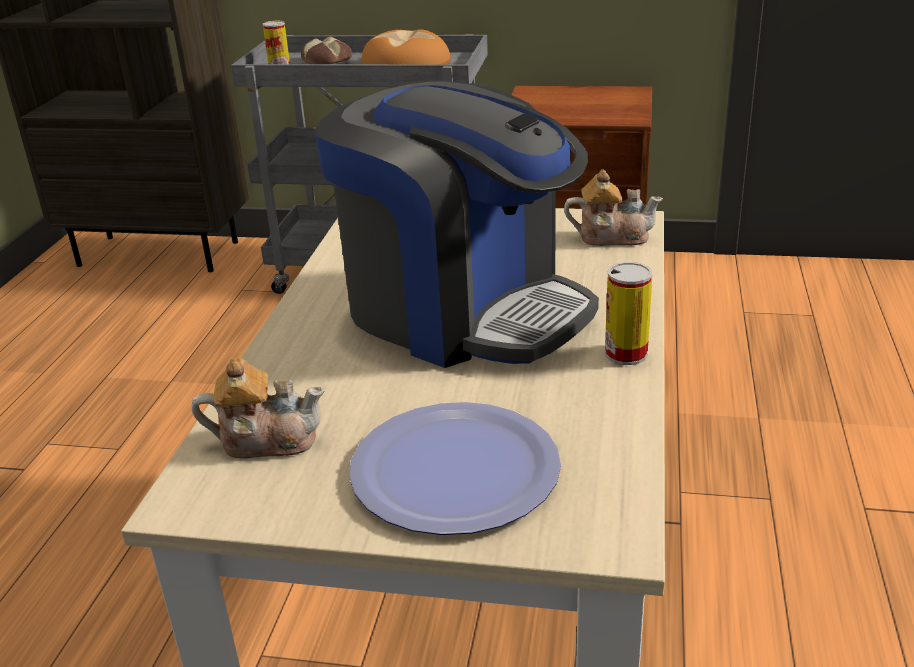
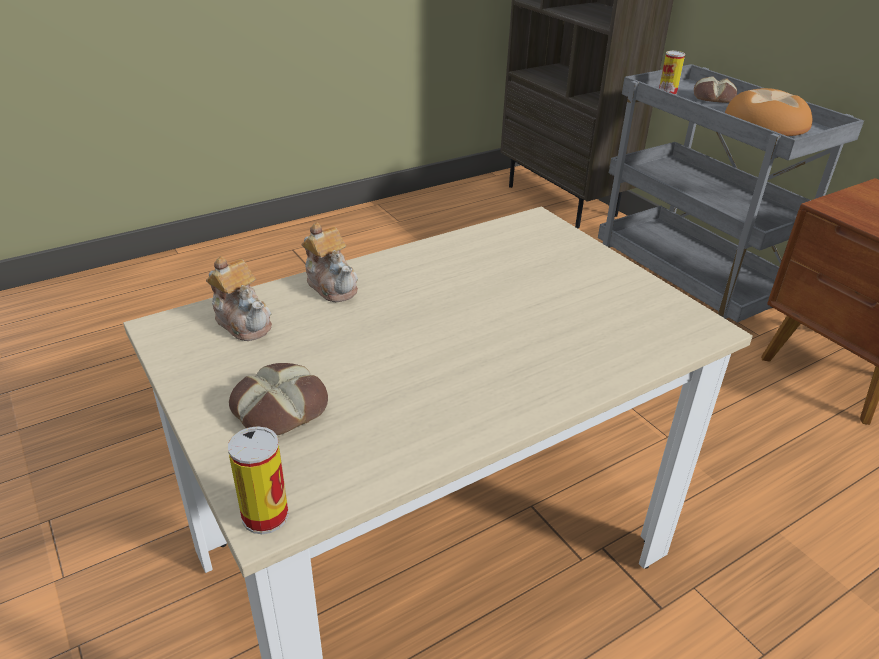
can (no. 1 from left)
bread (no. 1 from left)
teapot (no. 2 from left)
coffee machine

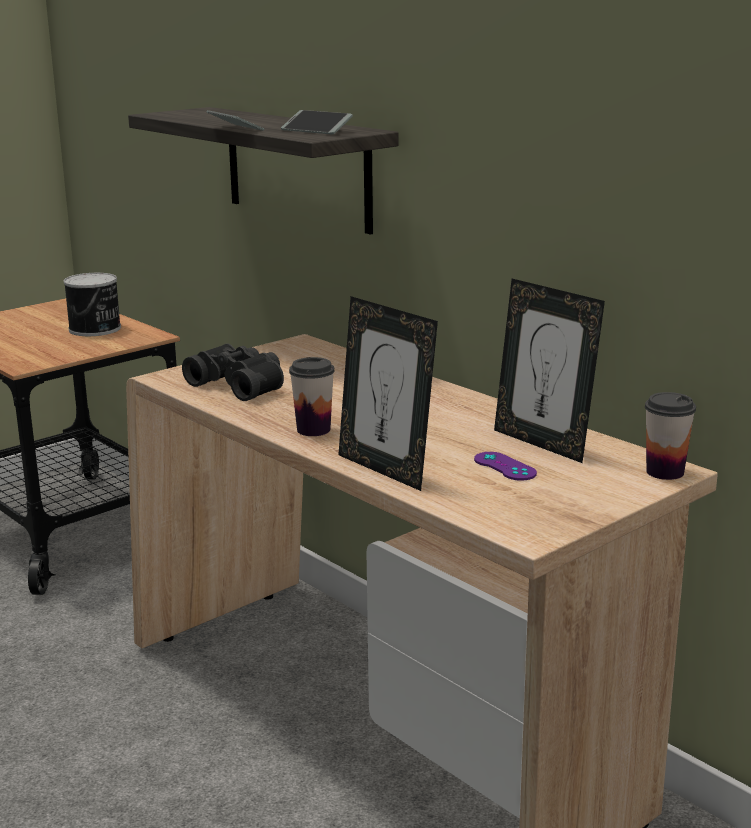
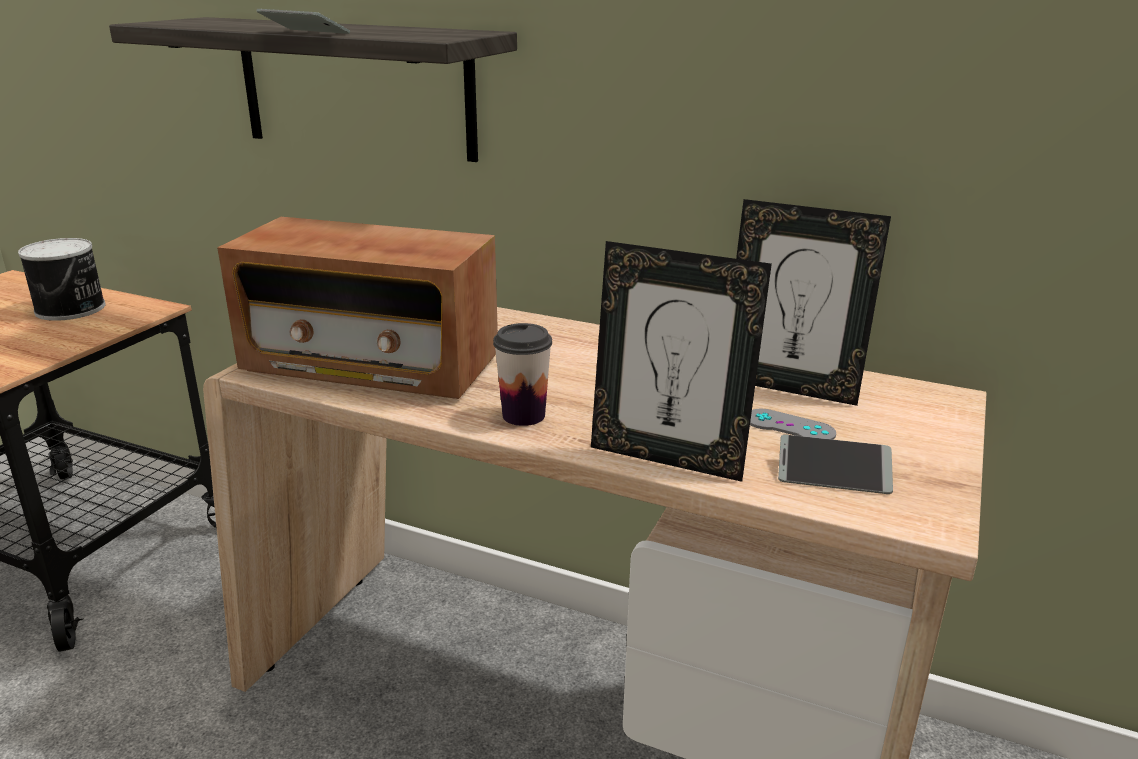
radio
grey game controller
phone (no. 2 from left)
cup (no. 2 from left in the first image)

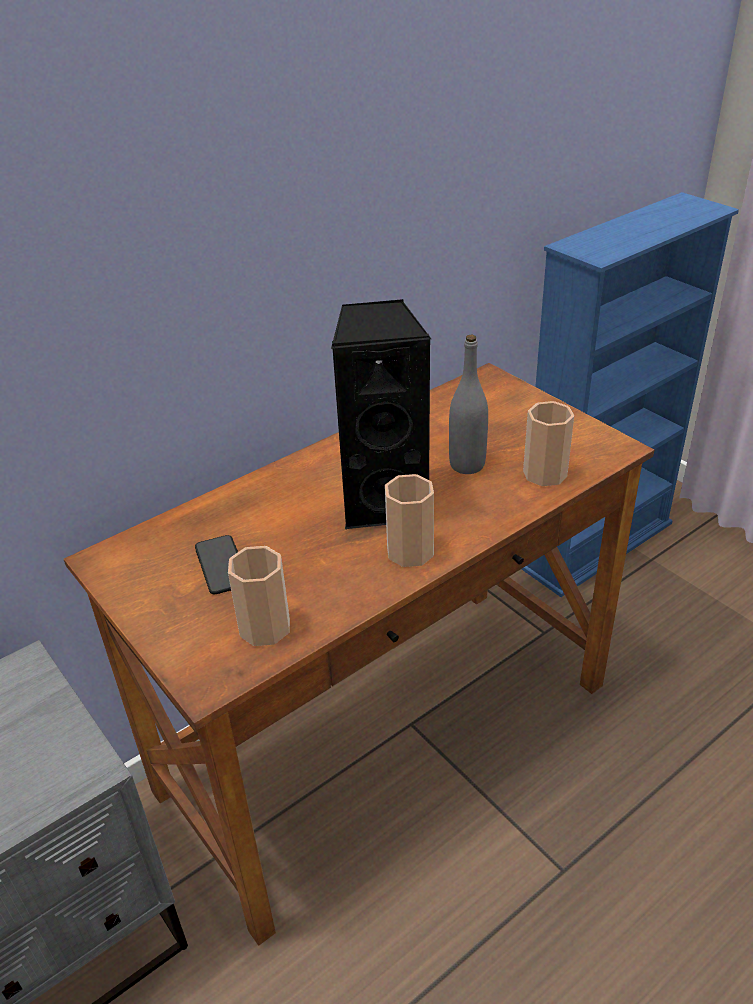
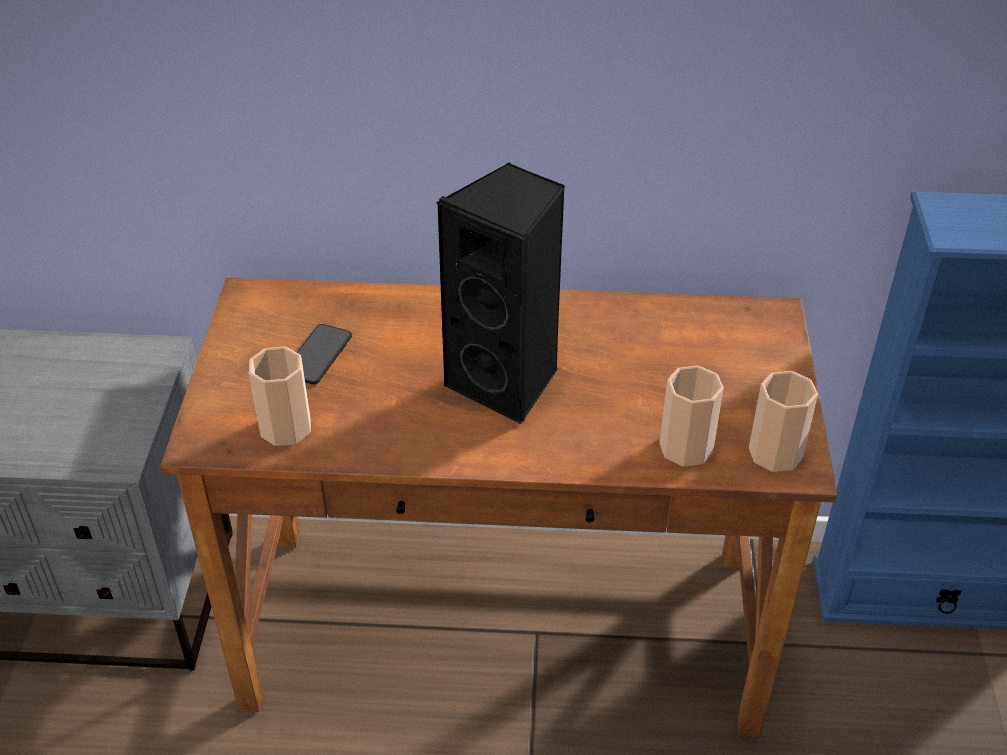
cup (no. 3 from left)
grey bottle

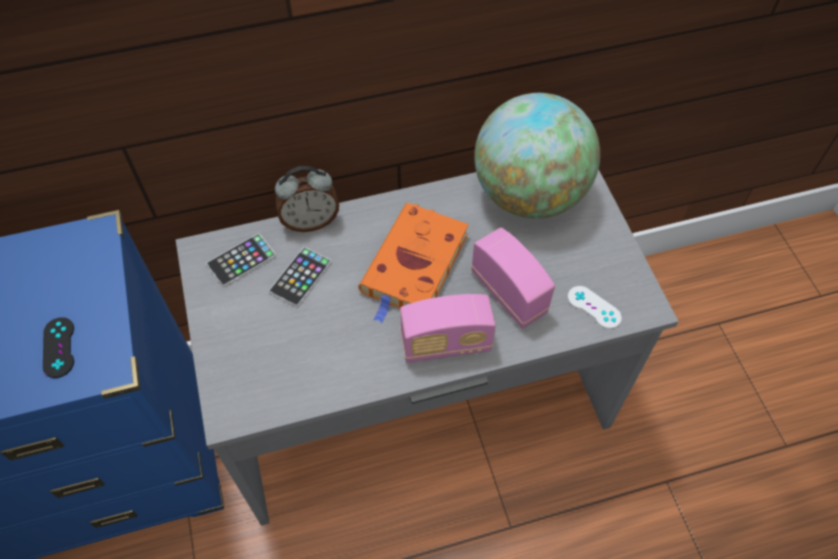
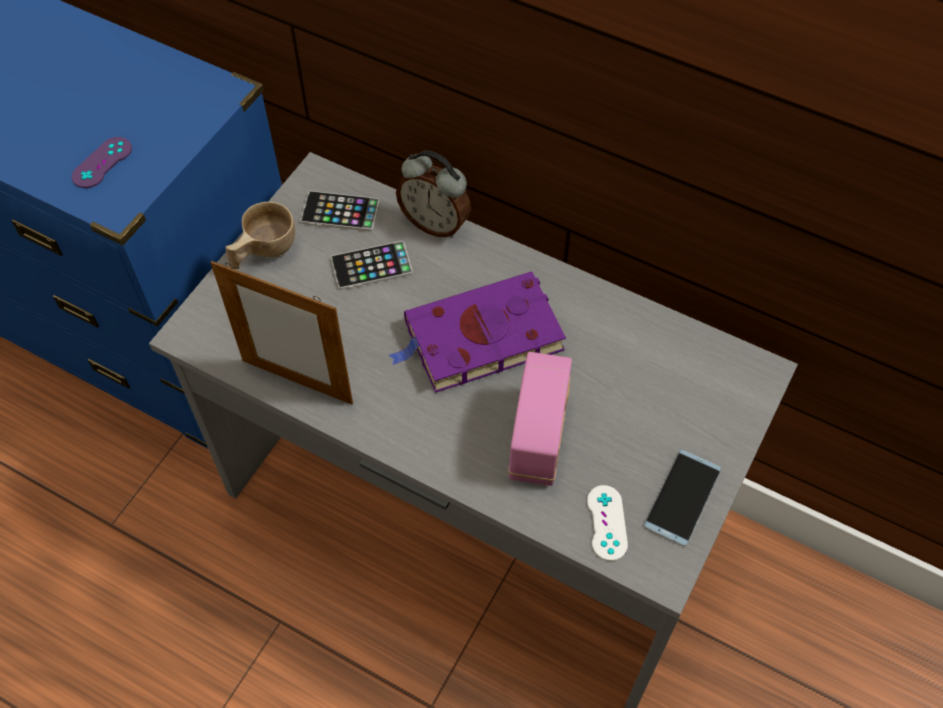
purple game controller
picture frame
beige cup
purple book
phone (no. 3 from left)
radio (no. 1 from left in the first image)
globe

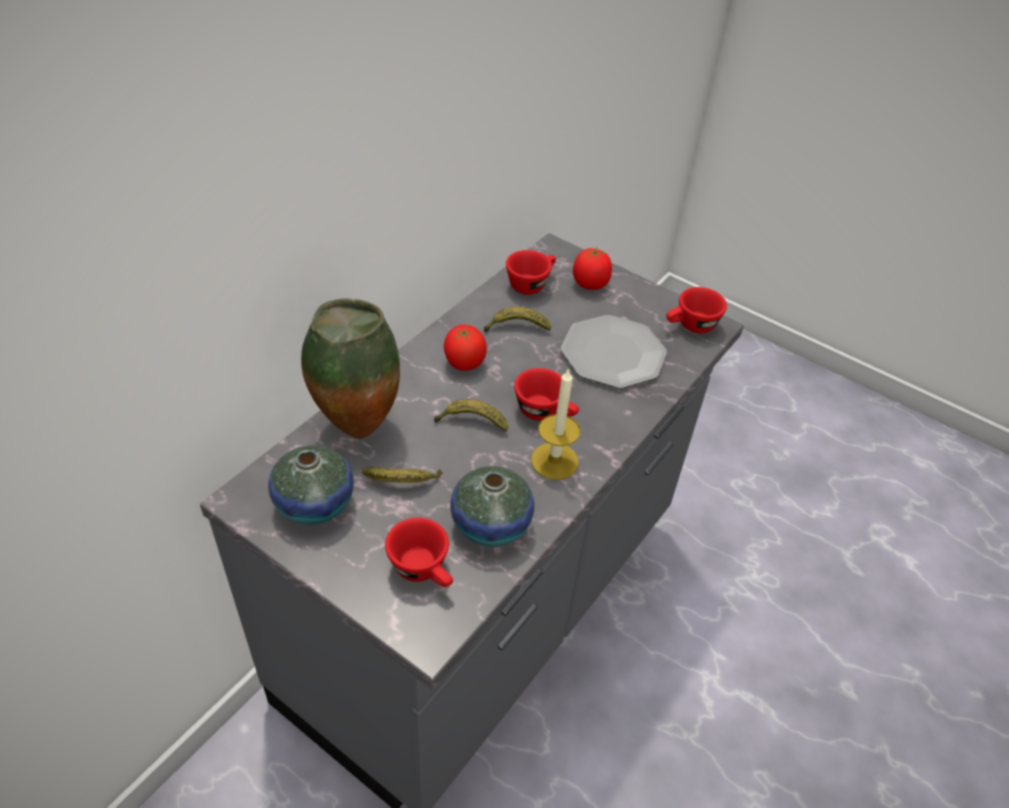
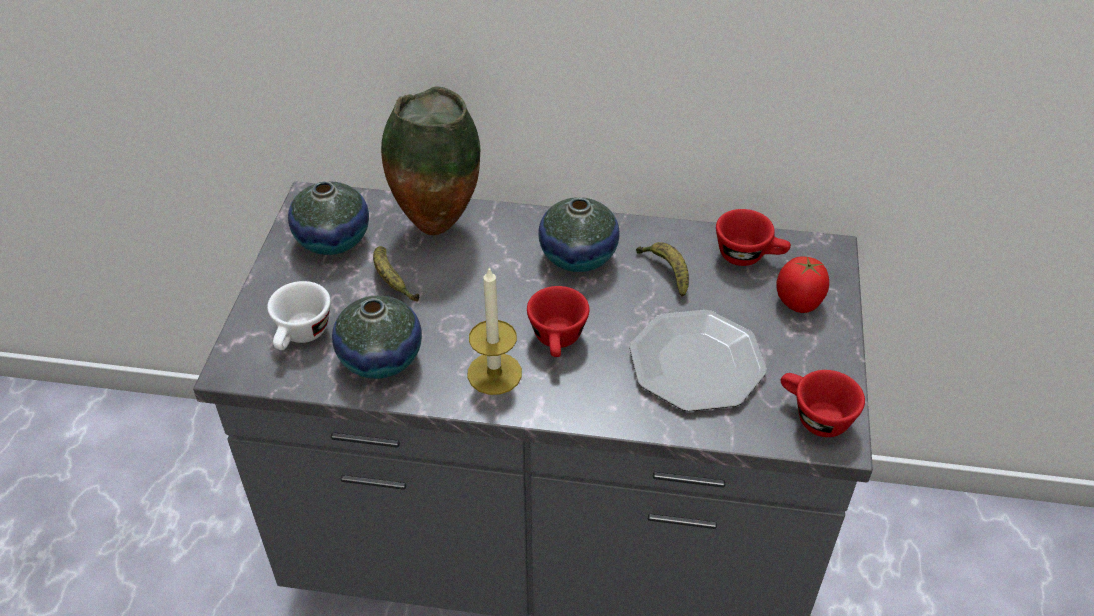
white cup
vase (no. 4 from left)
banana (no. 2 from left in the first image)

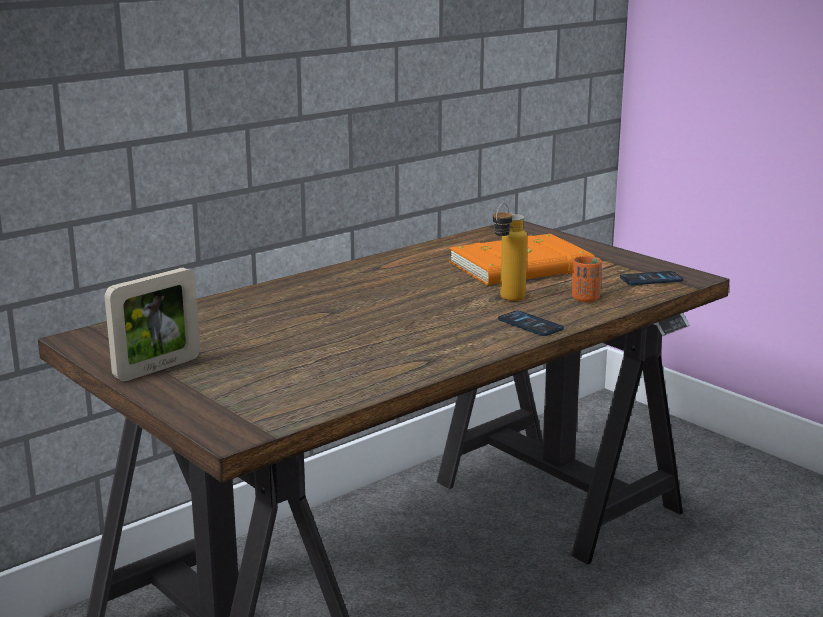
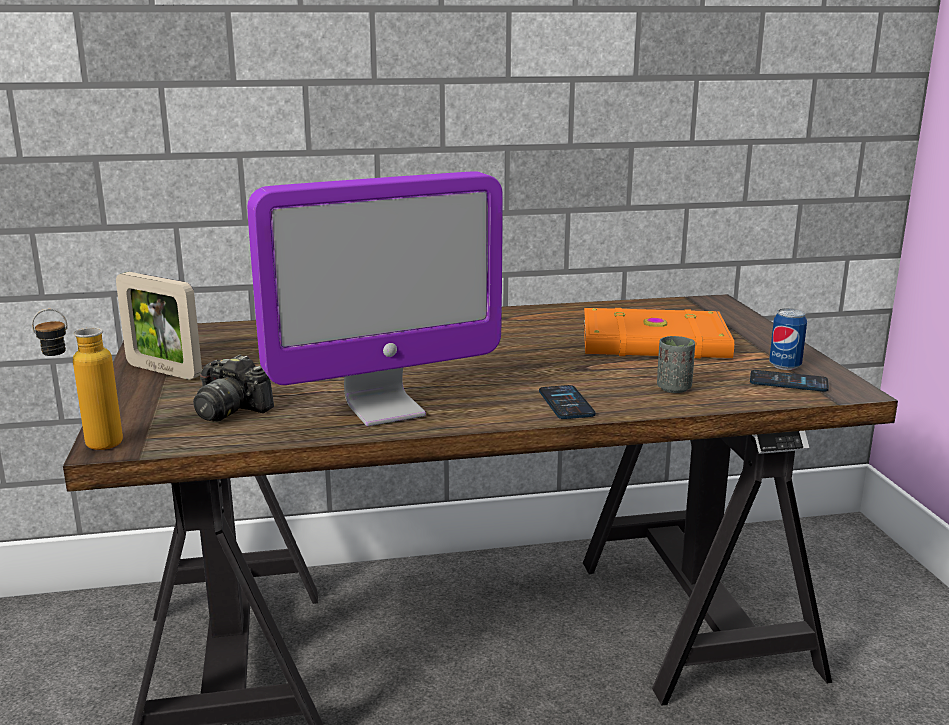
bottle
picture frame
photo camera
monitor
grey cup
can

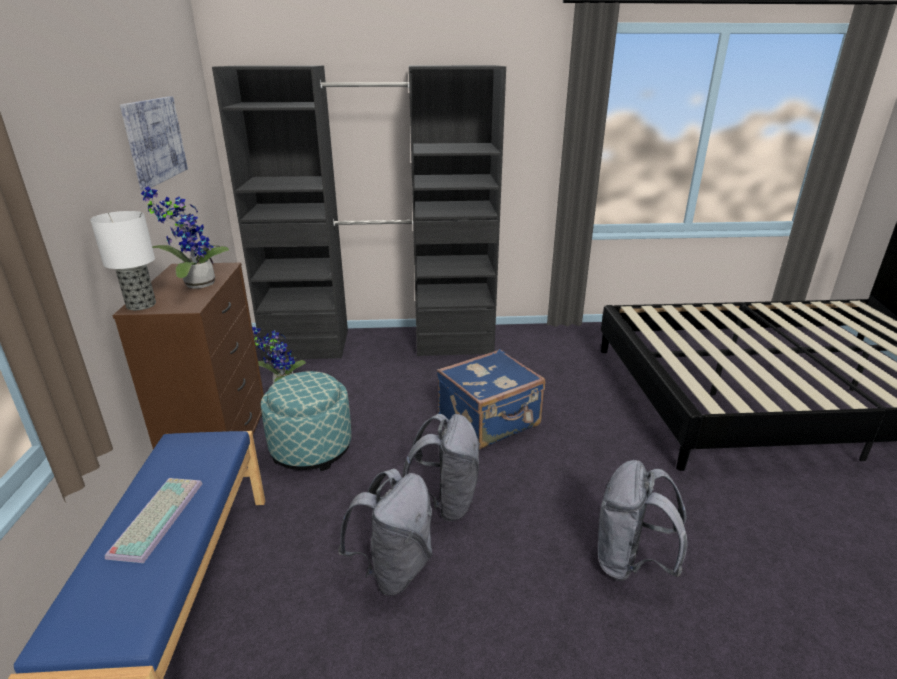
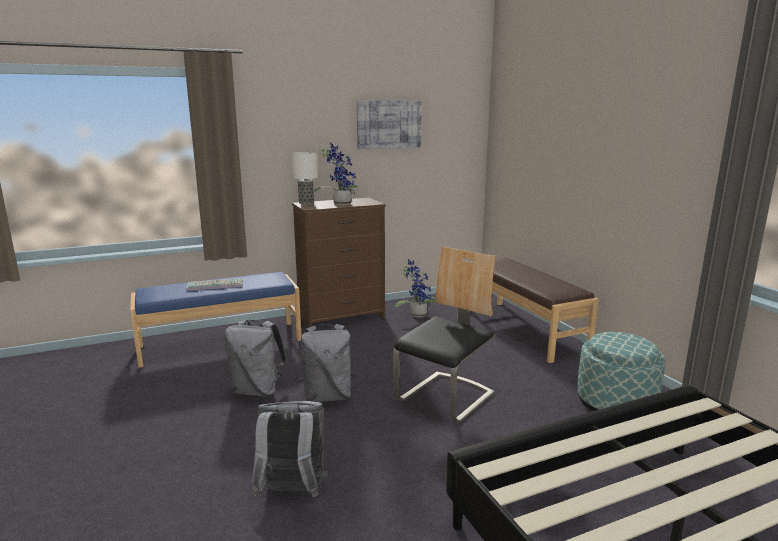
chair
brown bench
ottoman

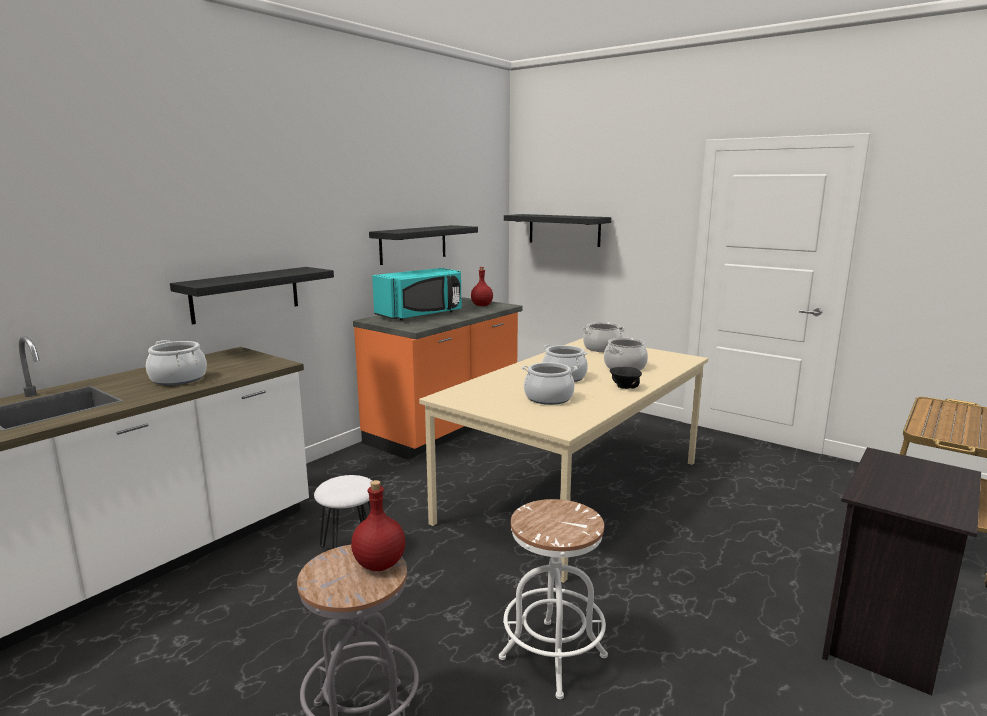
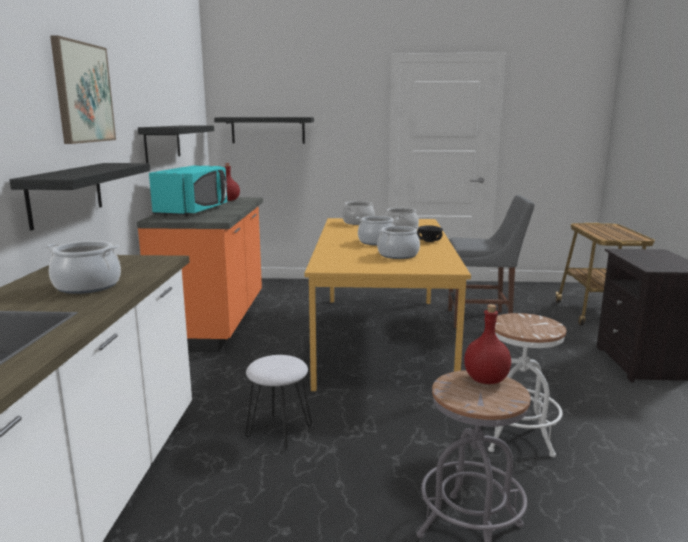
picture
orange dining table
grey chair

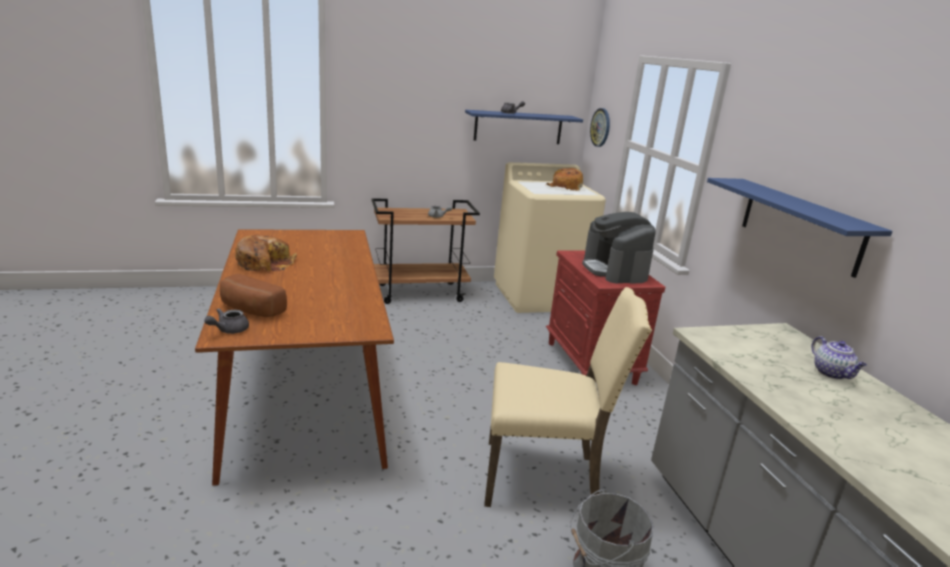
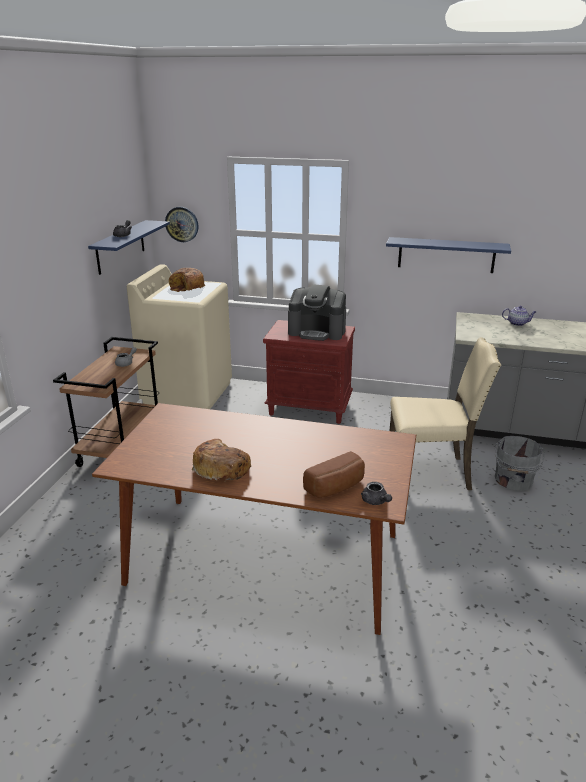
beige chair

